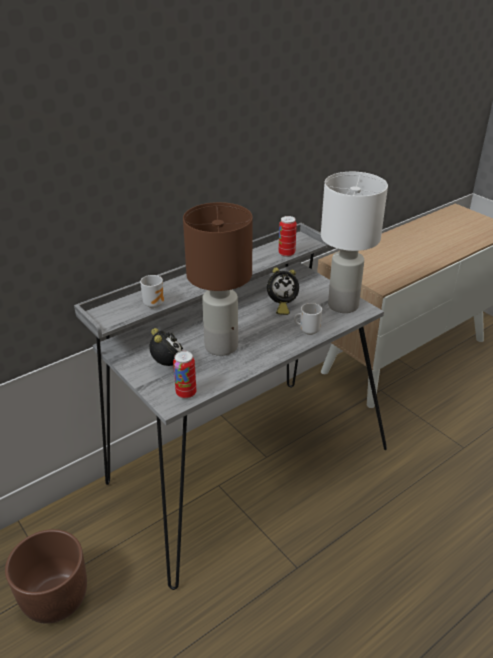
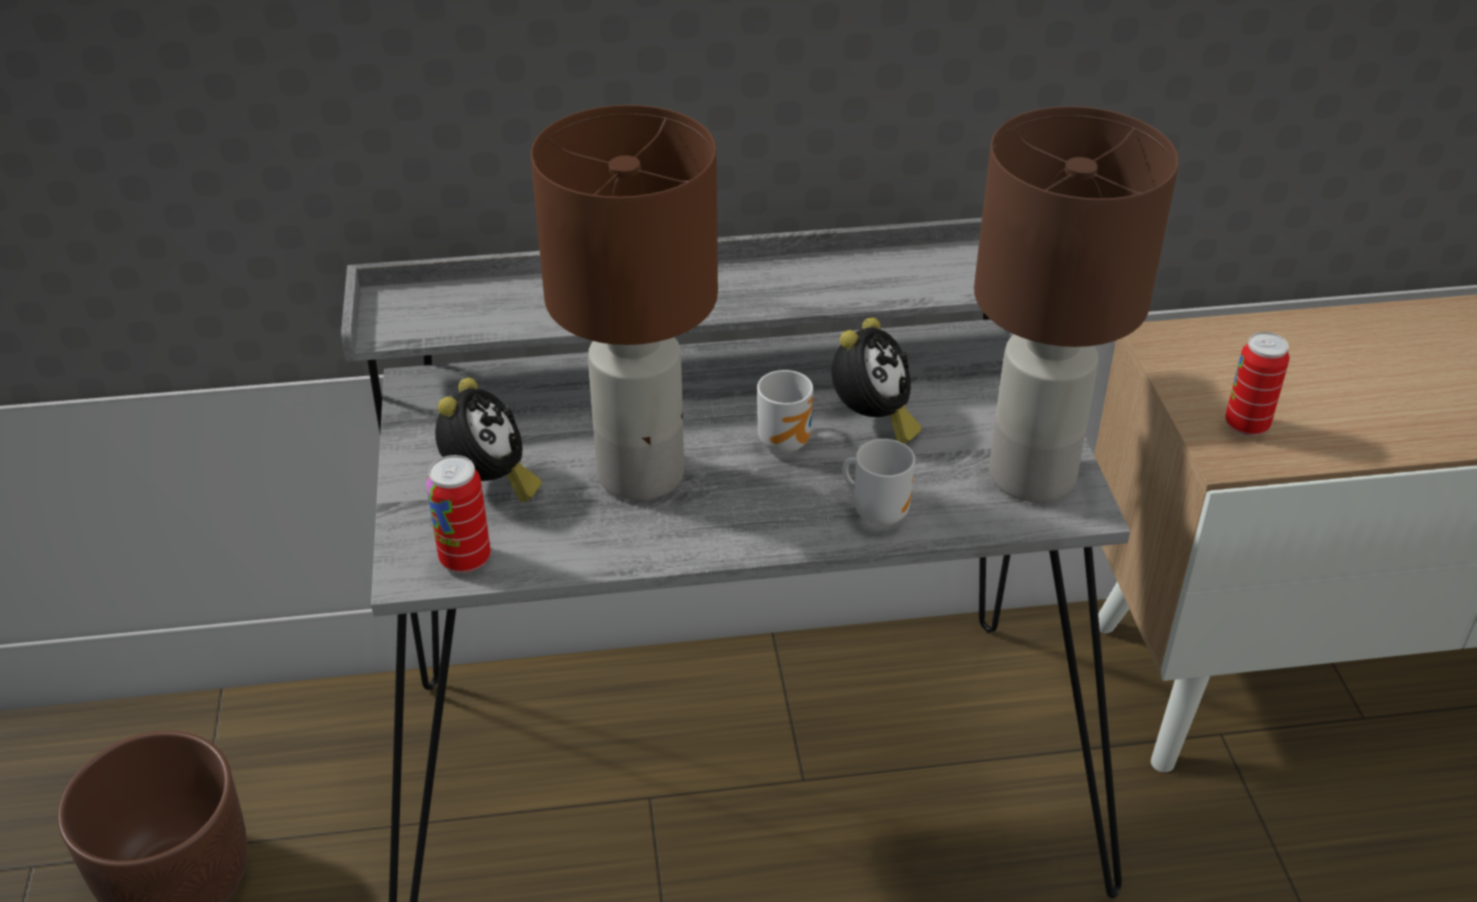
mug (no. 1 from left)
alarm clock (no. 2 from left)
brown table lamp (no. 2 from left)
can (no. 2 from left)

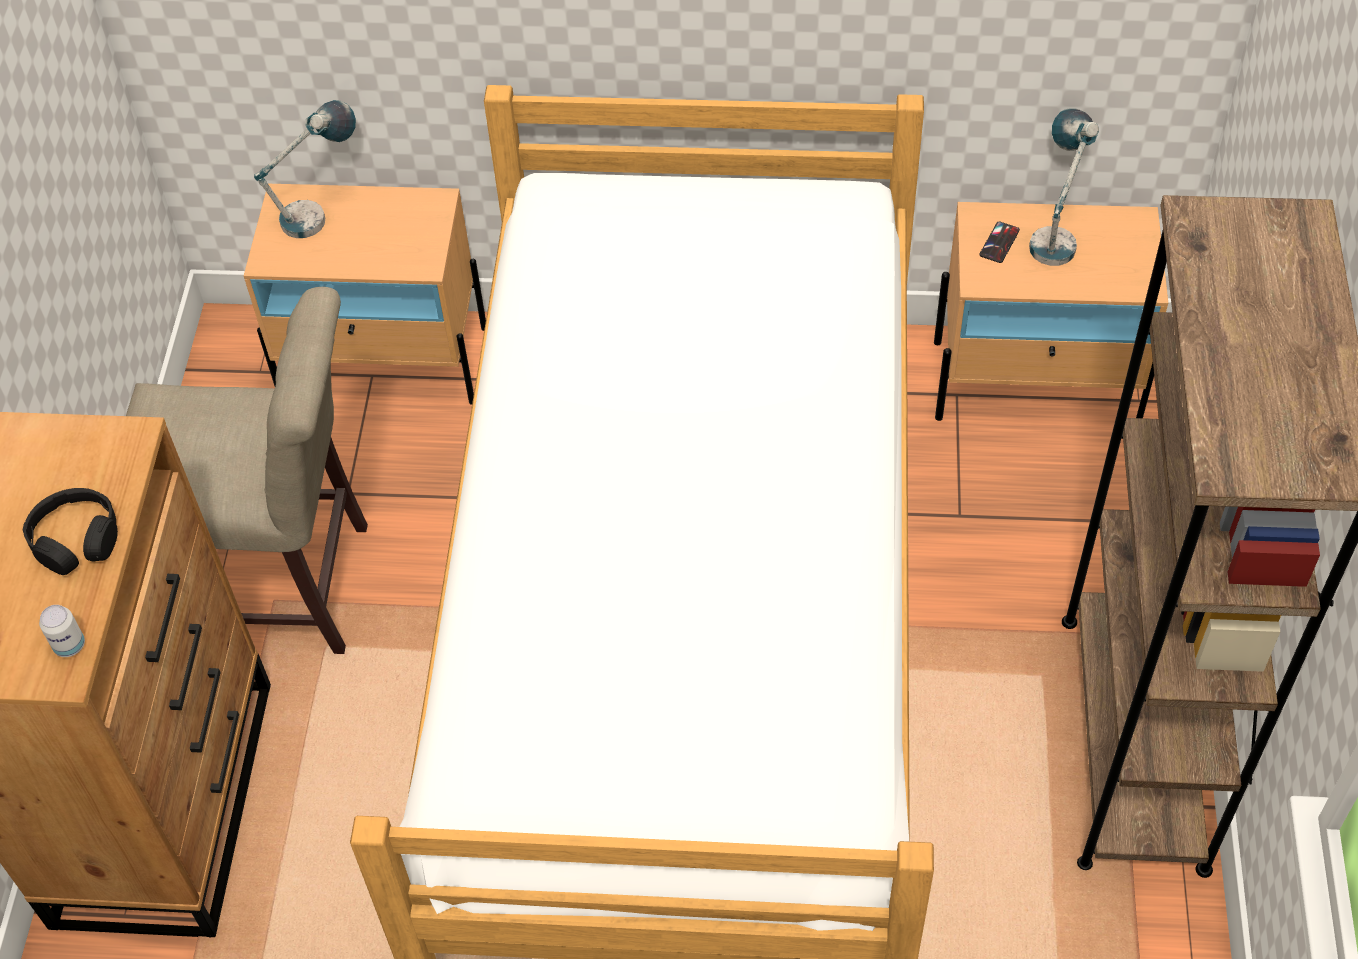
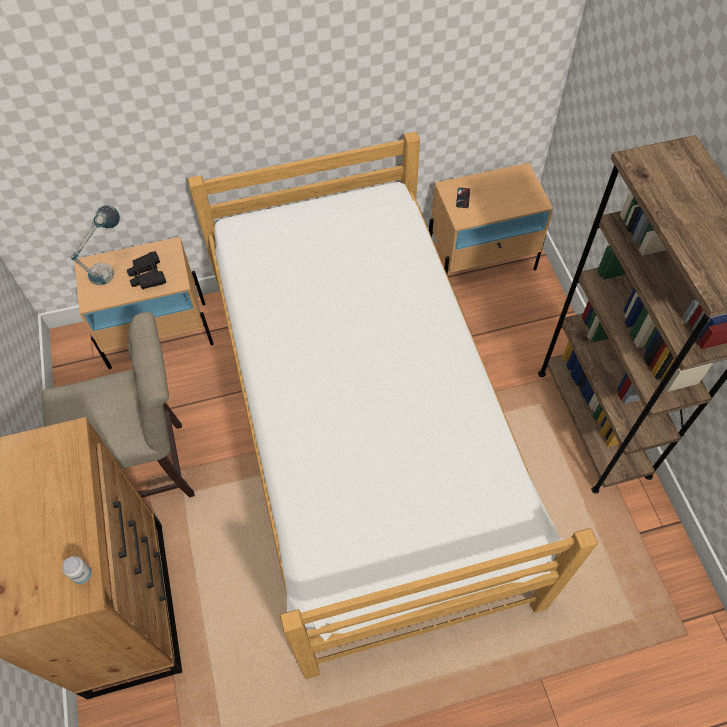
black binoculars
black headphones
table lamp (no. 2 from left in the first image)

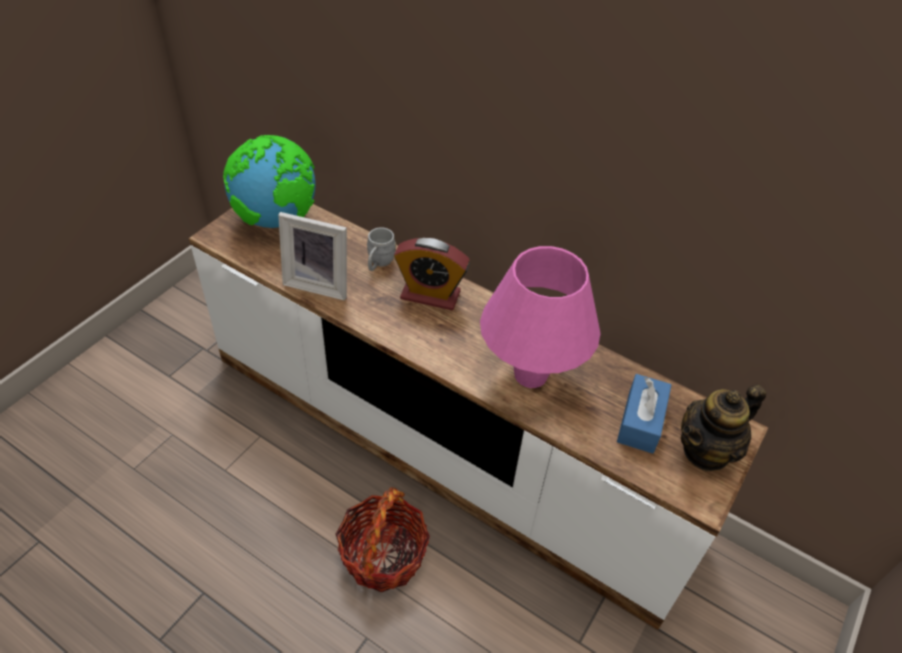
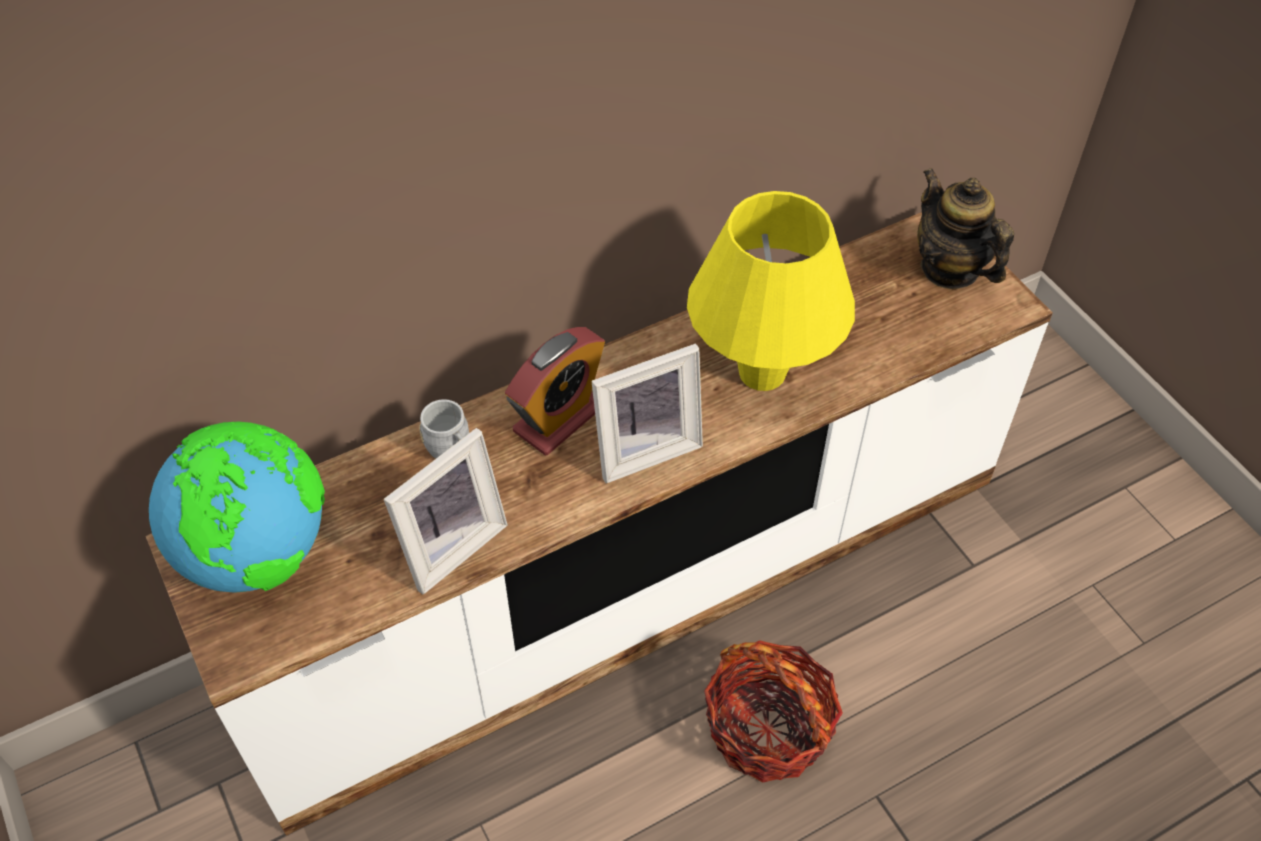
picture frame (no. 2 from left)
yellow table lamp
teapot
blue tissue box

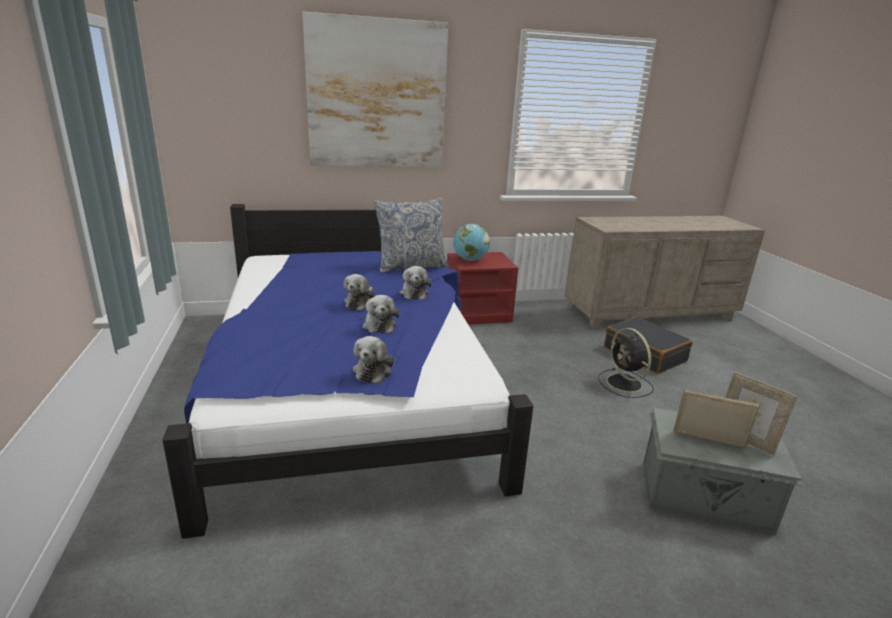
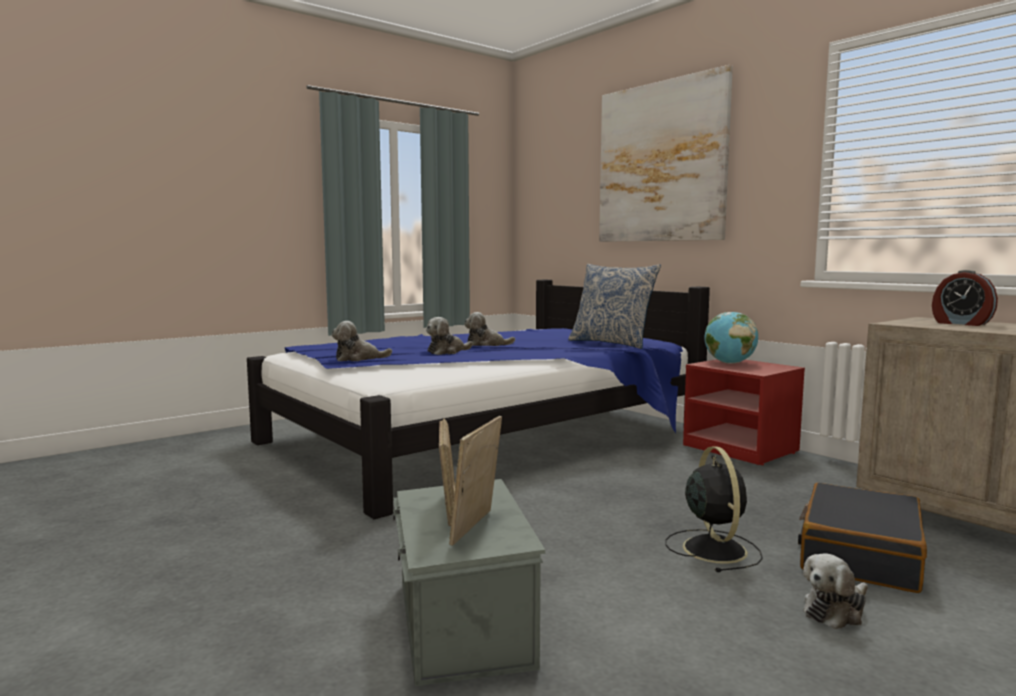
black fan
plush toy (no. 4 from left)
alarm clock

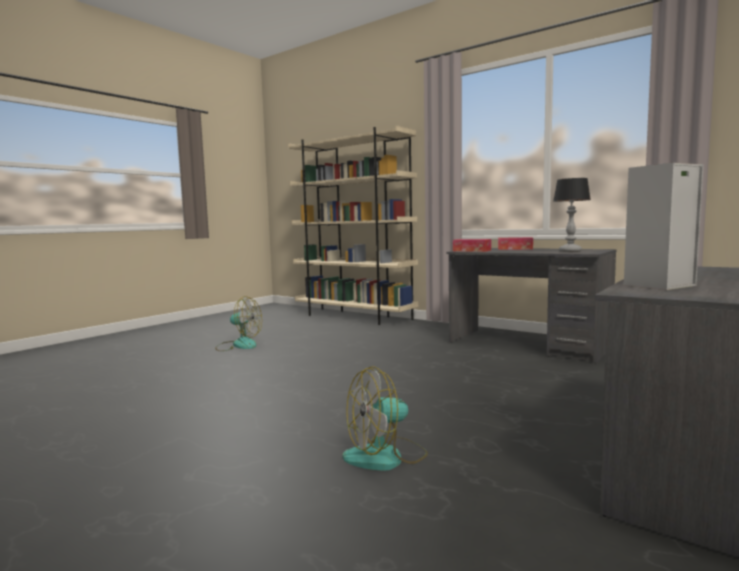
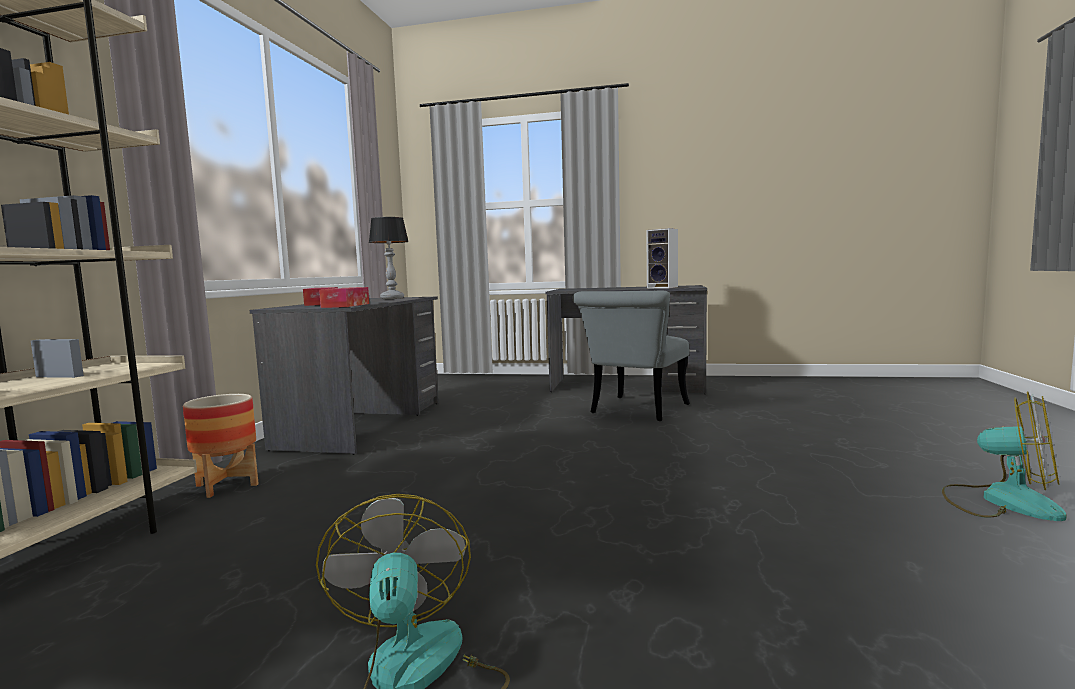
planter
grey chair
fan (no. 2 from left)

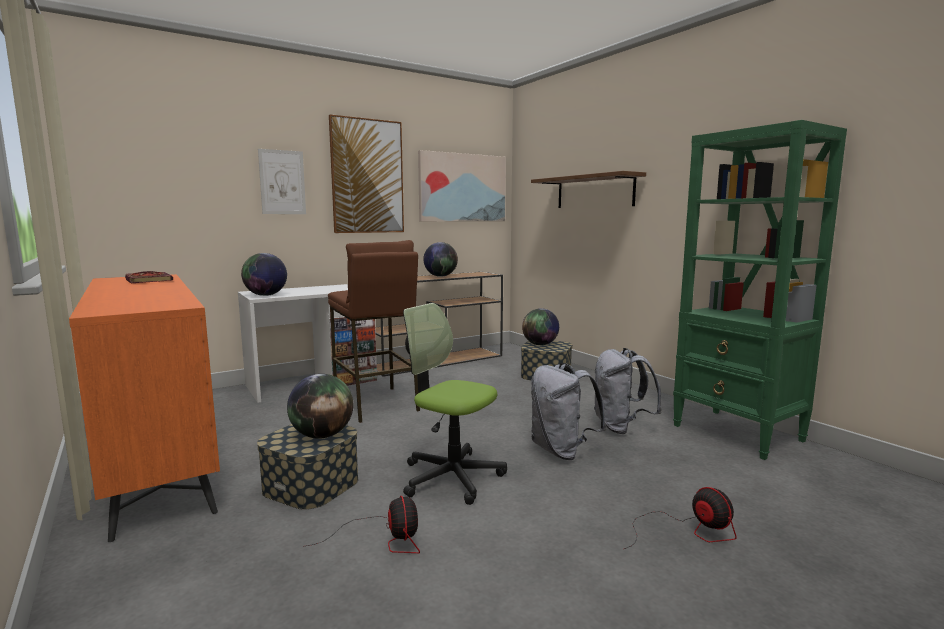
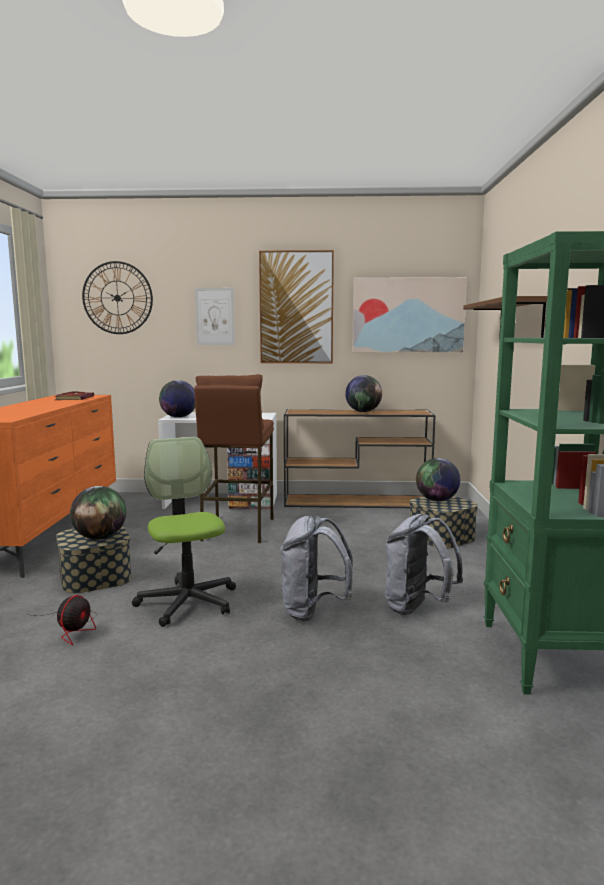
wall clock
fan (no. 2 from left in the first image)

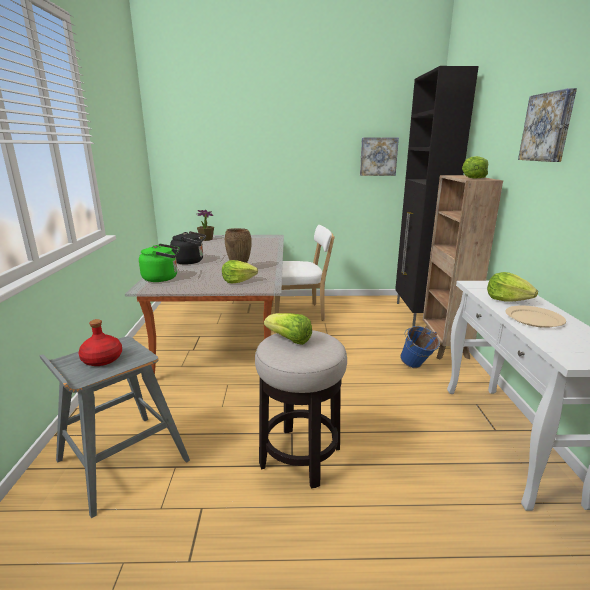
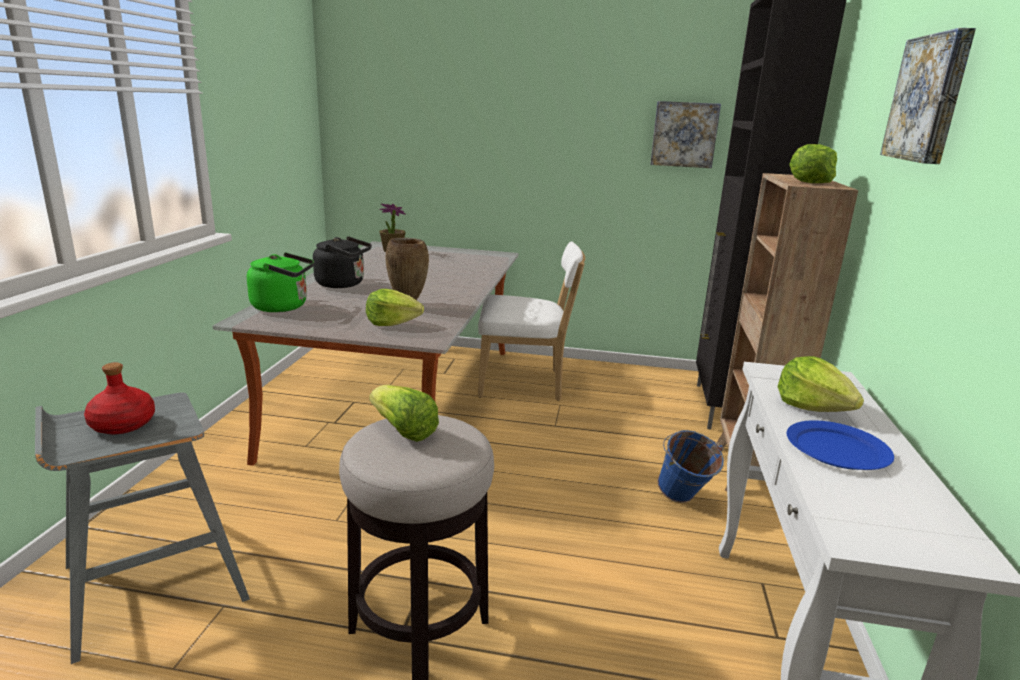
blue plate

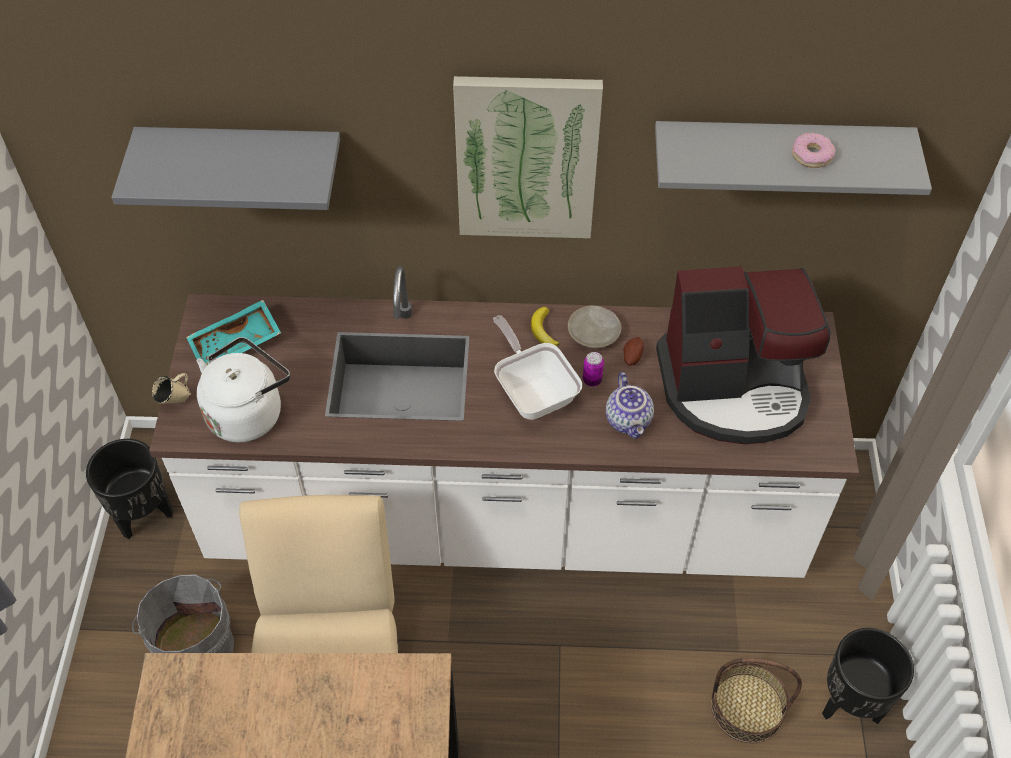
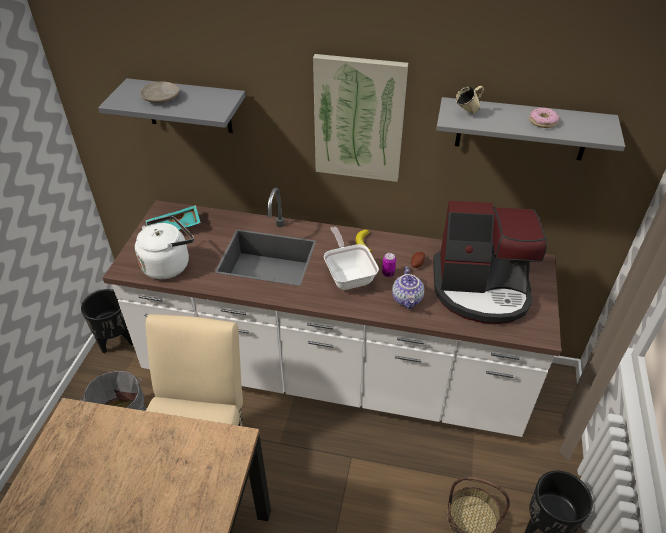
beige plate
beige mug

